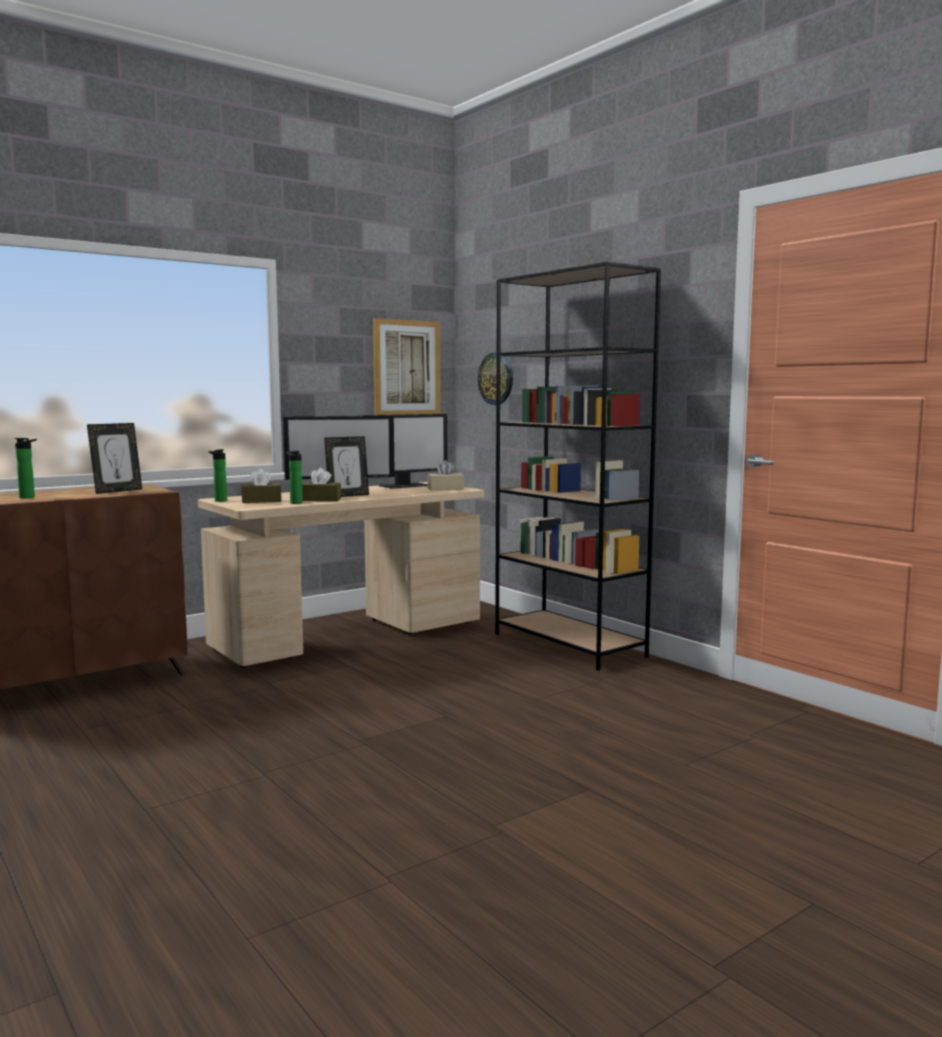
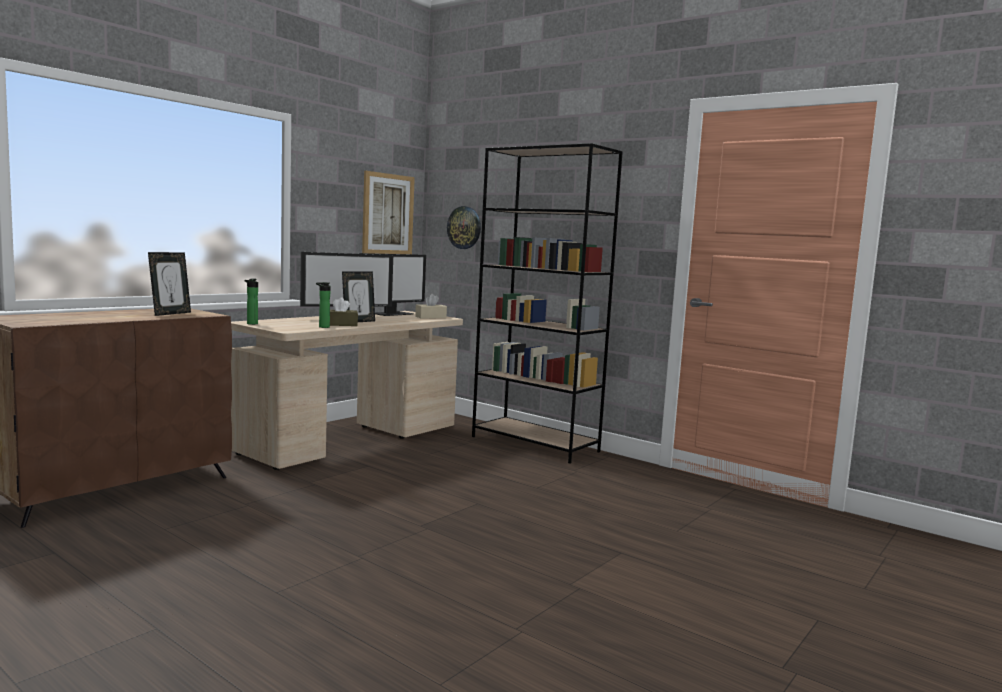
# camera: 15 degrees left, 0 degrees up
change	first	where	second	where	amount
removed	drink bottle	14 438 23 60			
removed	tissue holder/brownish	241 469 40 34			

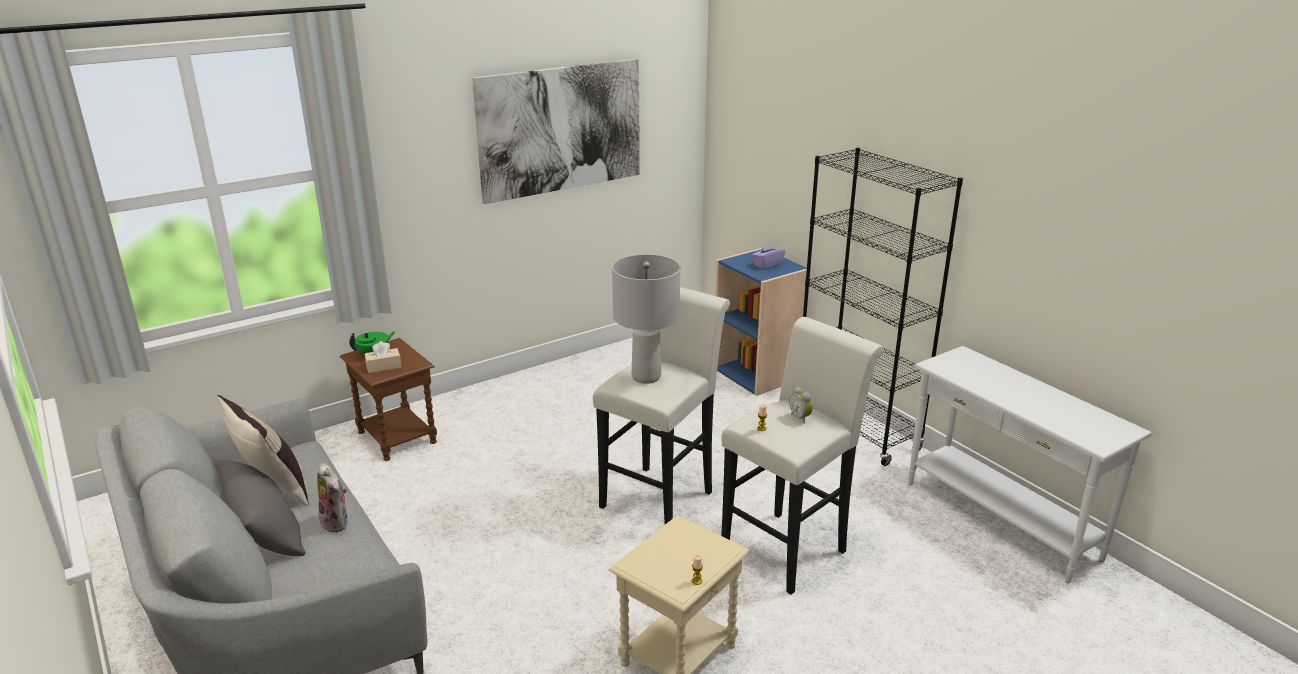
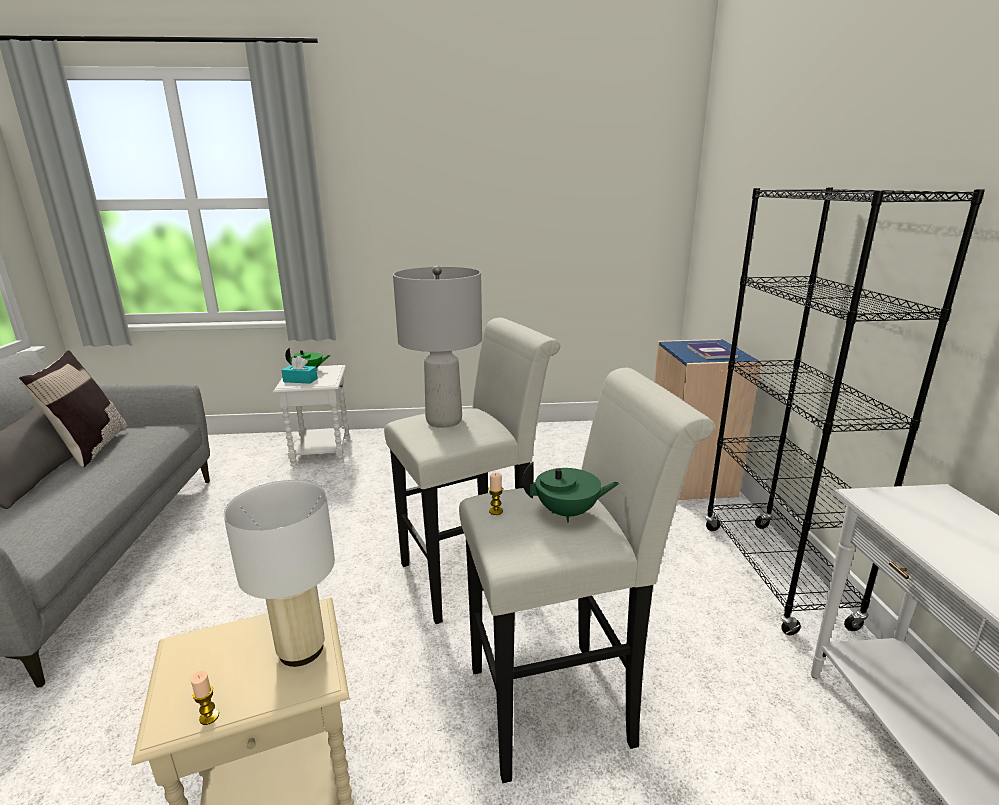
# camera: 30 degrees right, 5 degrees down
change	first	where	second	where	amount
removed	plush toy	317 463 31 70			
removed	wall art	472 59 168 145			
added			lamp for a table/whitish	224 480 111 187	
replaced	tissue holder/purplish	751 241 34 29	volume	687 343 51 16	
replaced	alarm clock	789 386 24 38	pot for tea/greenish	522 461 98 61	
recoloured	end table/brownish	340 338 97 123	end table/whitish	273 365 77 102	
recoloured	tissue holder/beige-coloured	365 341 36 32	tissue holder/turquoise-coloured	281 356 37 28	

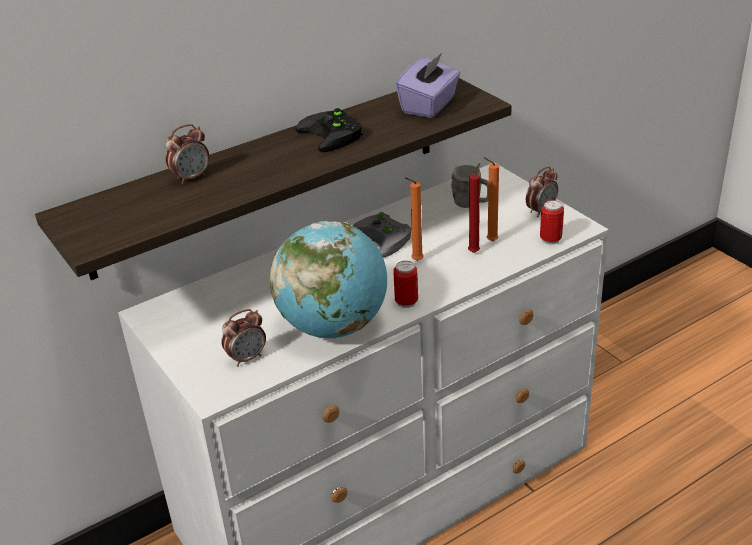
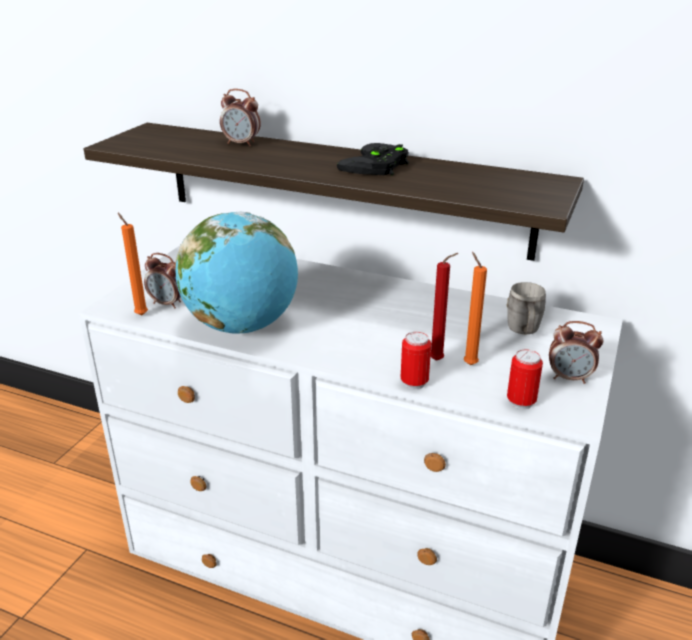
# camera: 55 degrees right, 5 degrees down
change	first	where	second	where	amount
removed	gamepad/greyish	353 212 59 45			
removed	tissue holder/purplish	396 53 64 65			
moved	can	393 261 25 47		401 332 30 57	
moved	wax light/orange	405 177 19 84		118 213 30 102	

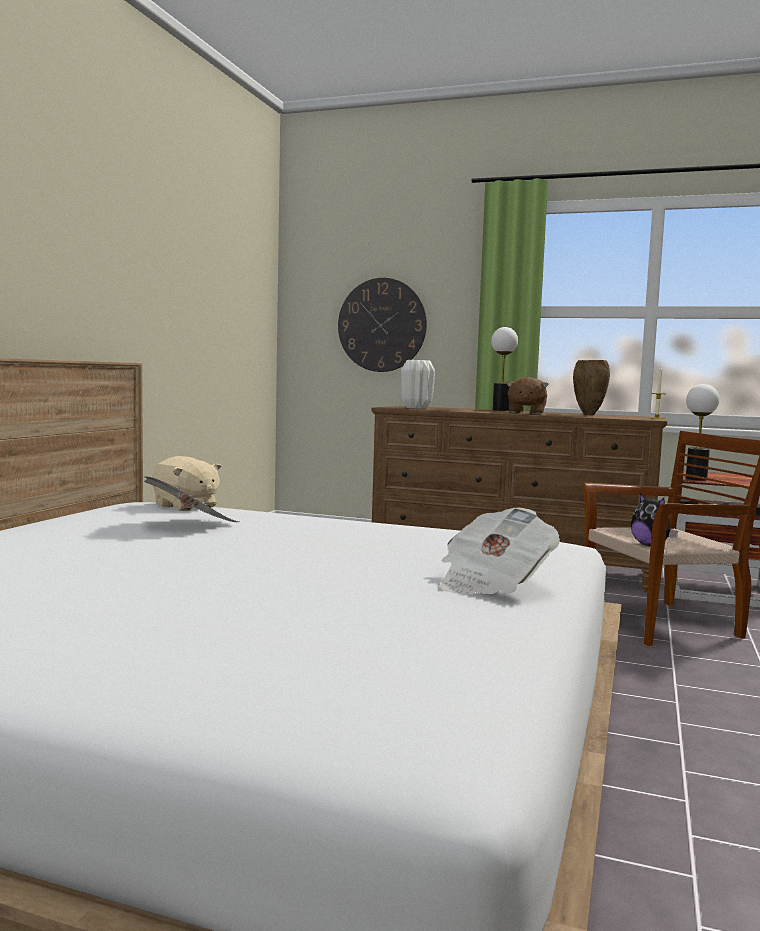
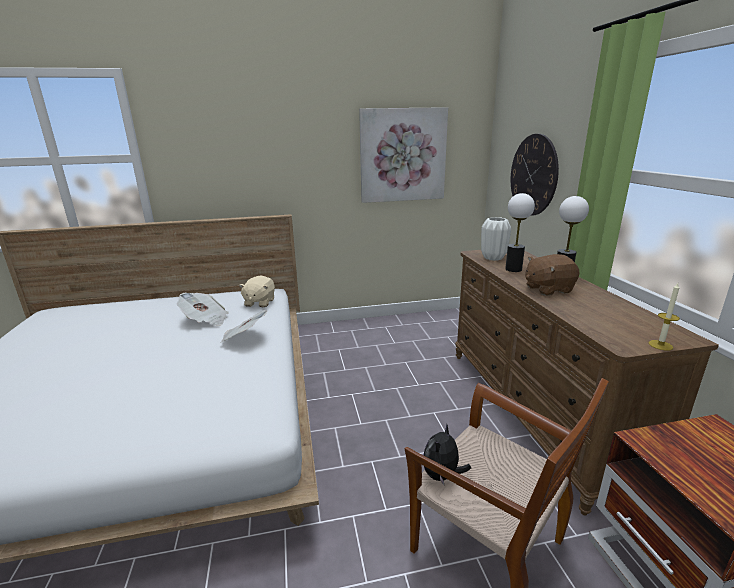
# camera: 60 degrees right, 15 degrees up
change	first	where	second	where	amount
removed	vase/brownish	573 360 37 55			
added			wall art	359 107 89 96	
moved	daily paper	440 507 120 87		220 309 47 34	
moved	lamp for a table	686 384 33 97		505 193 30 79	

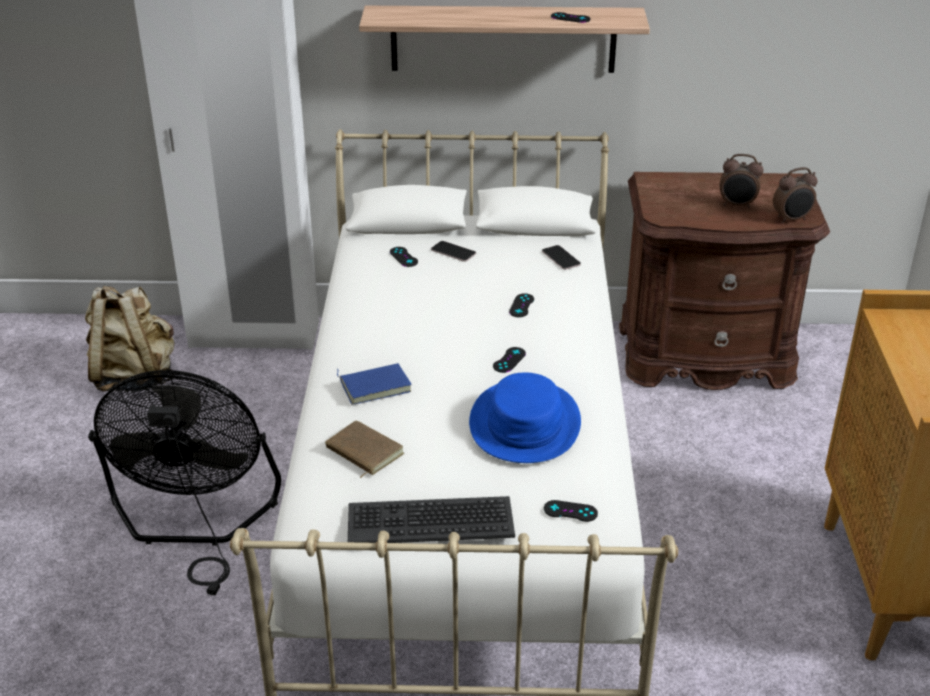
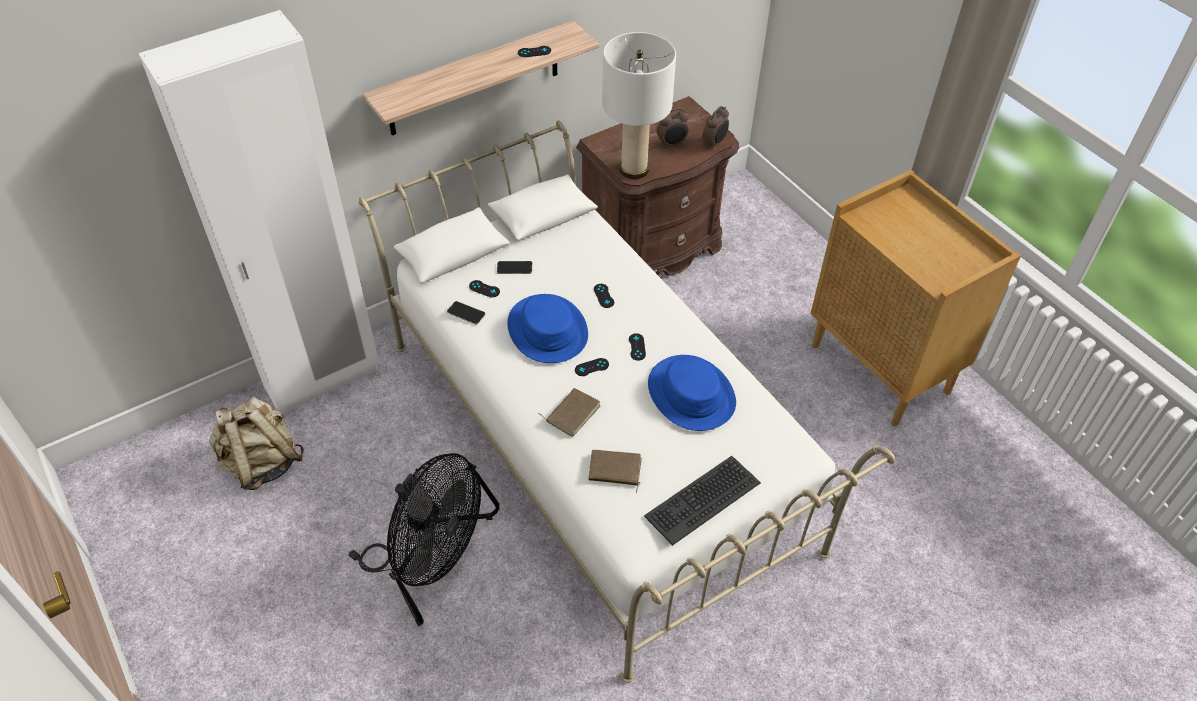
# camera: 35 degrees left, 15 degrees up
change	first	where	second	where	amount
added			hat/blue-coloured	507 294 81 69	
added			lamp for a table/whitish	602 32 74 147	
moved	handset	542 245 39 25		447 301 38 24	
moved	gamepad/blackish	544 500 54 22		575 358 34 18	
recoloured	volume/blue-coloured	337 363 75 42	volume/brownish	538 388 62 49	
turned	electric fan/blackish	88 370 193 225		348 453 152 173	150 degrees clockwise

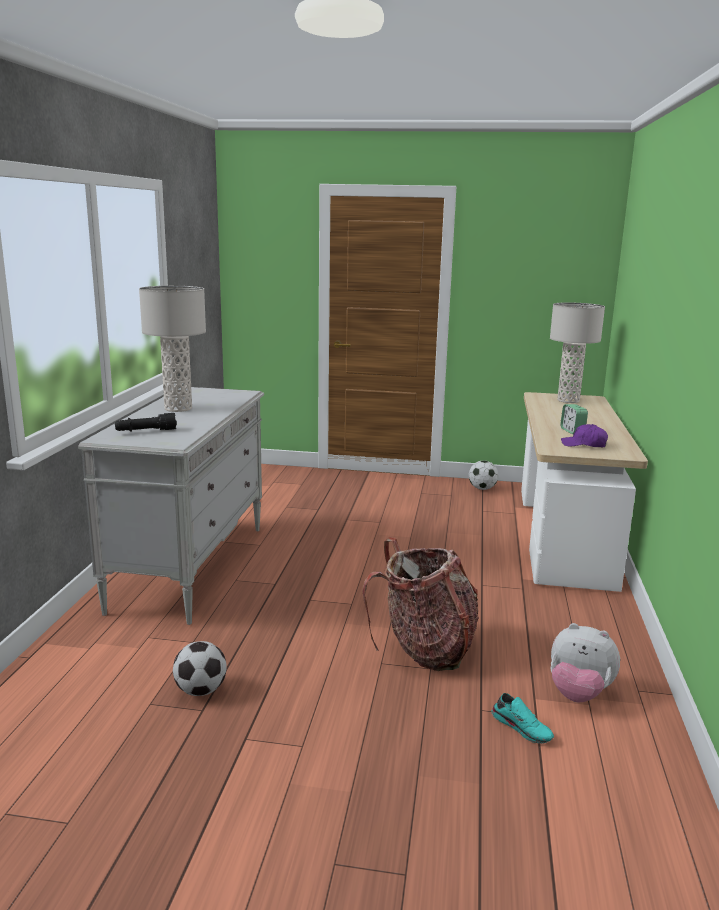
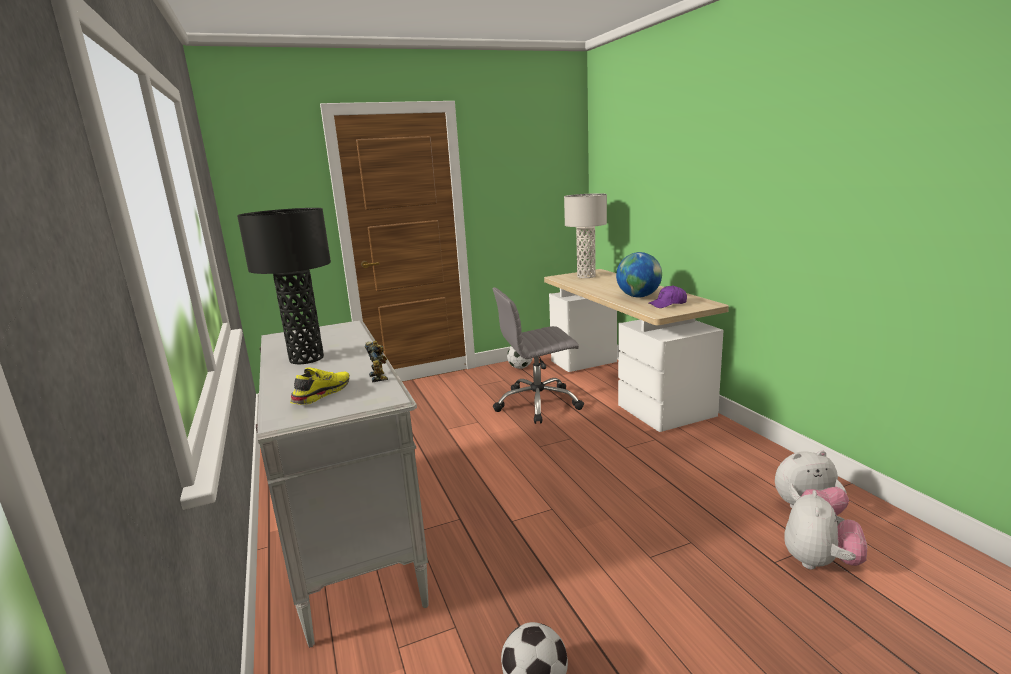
# camera: 30 degrees left, 0 degrees up
change	first	where	second	where	amount
removed	knapsack	362 537 117 134			
added			toy robot	365 341 23 41	
added			office chair/greyish	493 287 91 137	
replaced	hand torch/blackish	115 413 62 19	shoe/yellowish	290 367 60 38	
replaced	shoe/turquoise-coloured	491 693 63 51	plush toy	784 490 83 80	
replaced	alarm clock	560 404 28 30	world globe	616 252 46 45	
recoloured	lamp for a table/whitish	139 286 67 126	lamp for a table/blackish	237 208 94 156	

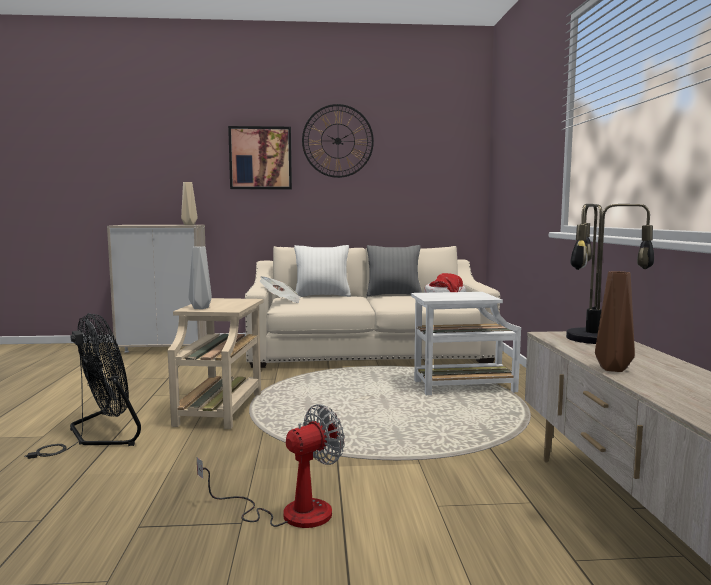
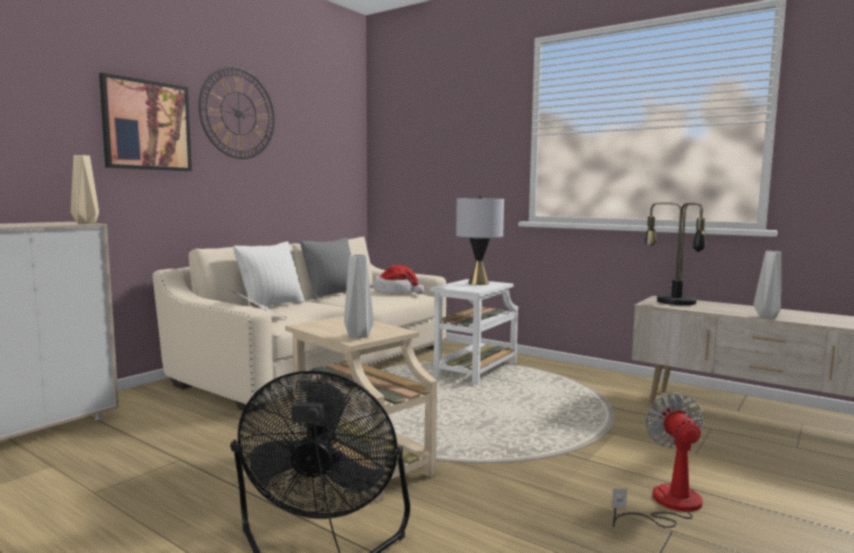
# camera: 50 degrees left, 0 degrees up
change	first	where	second	where	amount
added			lamp for a table/greyish	456 195 48 90	
recoloured	vase/brownish	595 271 40 101	vase/greyish	753 251 28 67	

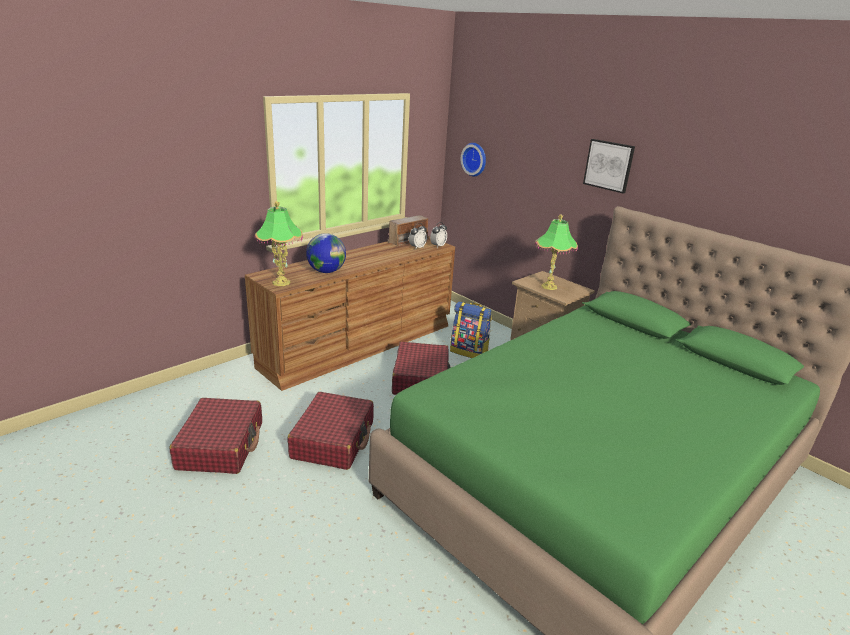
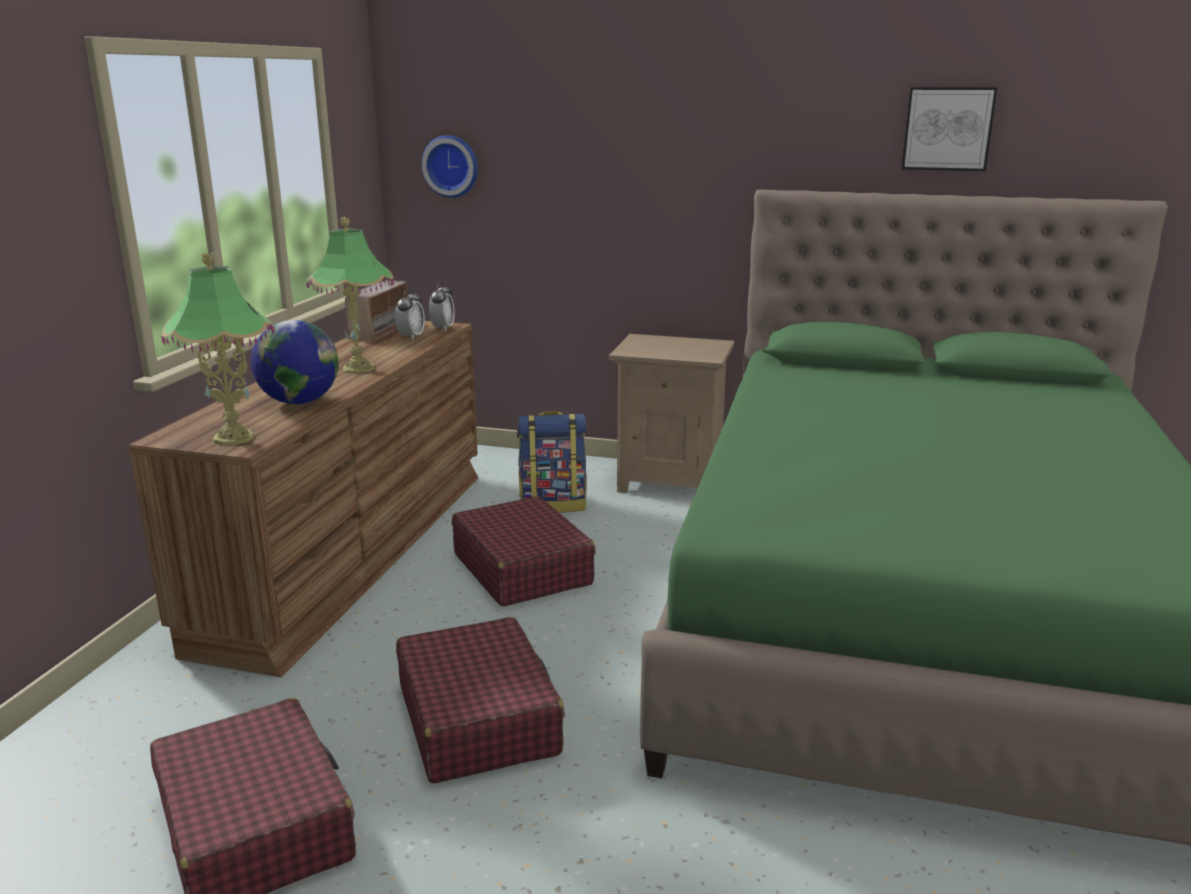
# camera: 30 degrees left, 5 degrees down
change	first	where	second	where	amount
moved	lamp for a table	535 215 43 75		307 217 87 156	
moved	wall art	583 139 52 55		901 87 97 84	

